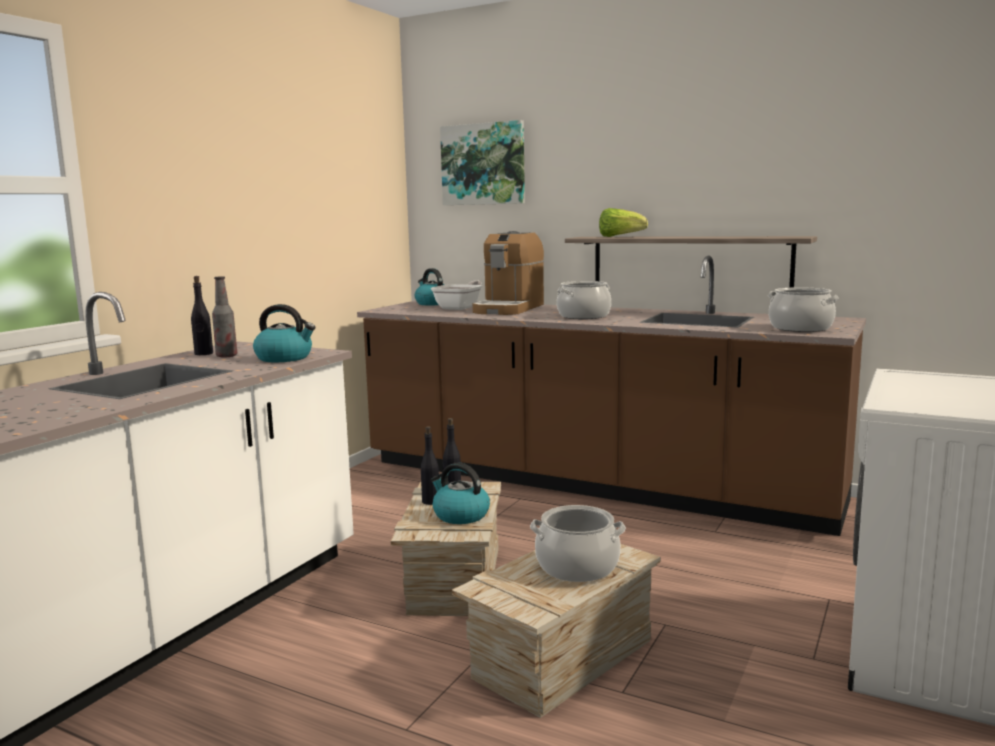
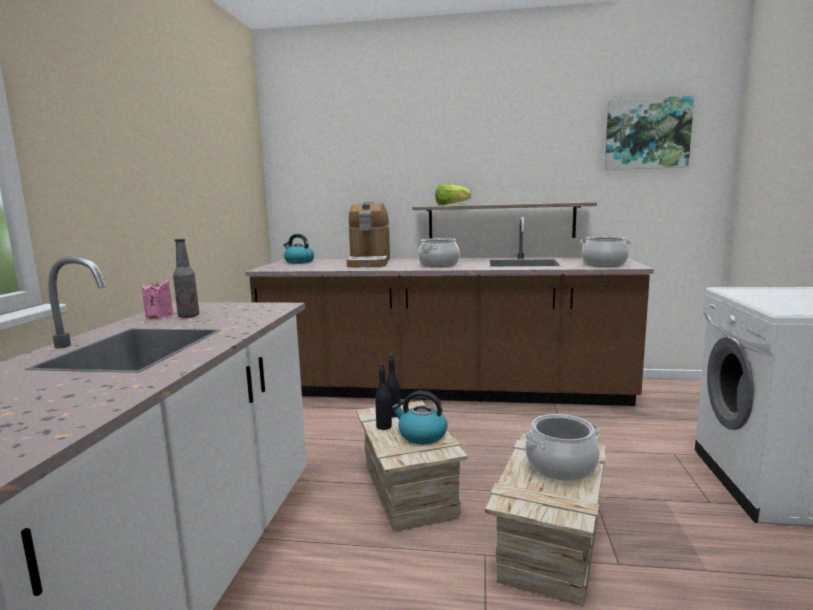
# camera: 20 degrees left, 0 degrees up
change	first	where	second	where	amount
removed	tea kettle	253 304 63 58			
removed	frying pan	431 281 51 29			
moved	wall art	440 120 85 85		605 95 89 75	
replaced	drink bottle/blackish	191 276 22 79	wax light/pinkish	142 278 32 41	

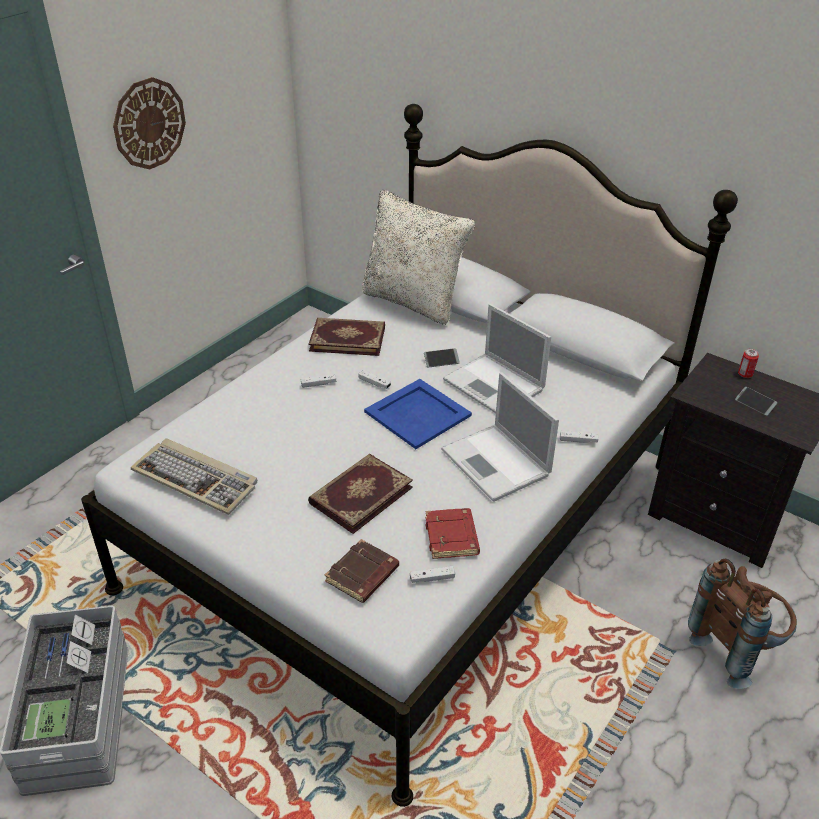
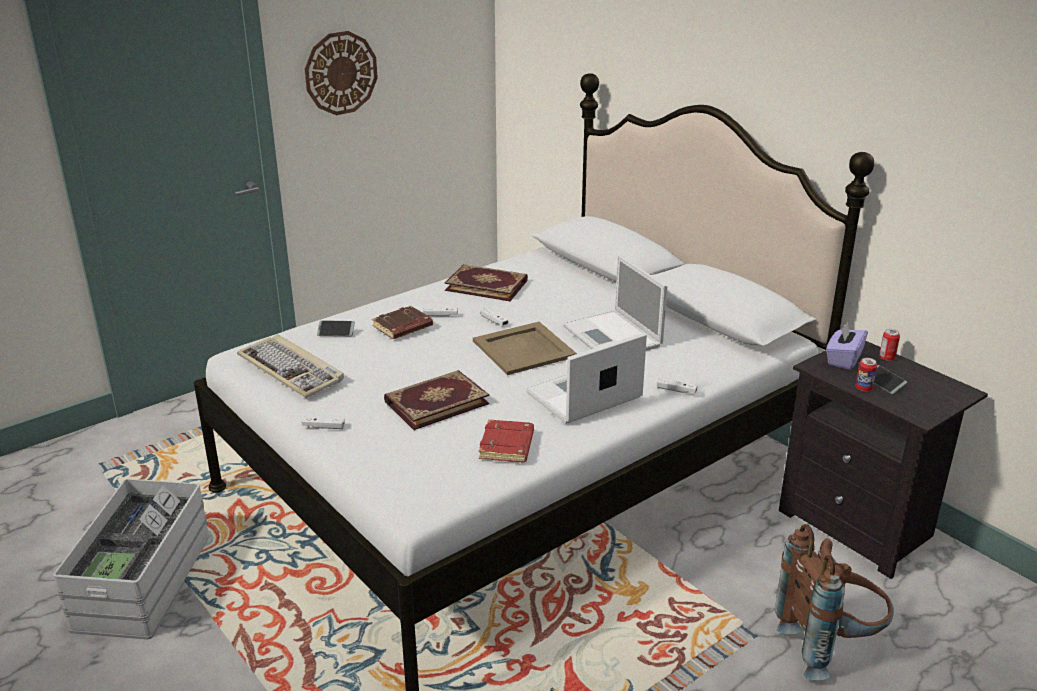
# camera: 15 degrees right, 10 degrees down
change	first	where	second	where	amount
removed	throw pillow/beige-coloured	362 190 113 134			
added			tissue holder/purplish	826 322 42 48	
added			can	856 358 21 34	
moved	volume/brownish	324 539 75 64		372 306 61 33	
moved	gamepad/whitish	410 566 45 17		302 417 43 12	
moved	handset	424 348 36 19		317 320 38 16	
recoloured	serving tray/blue-coloured	364 379 108 70	serving tray/beige-coloured	473 322 104 53	
turned	portable computer	441 372 118 130		526 332 121 92	75 degrees clockwise

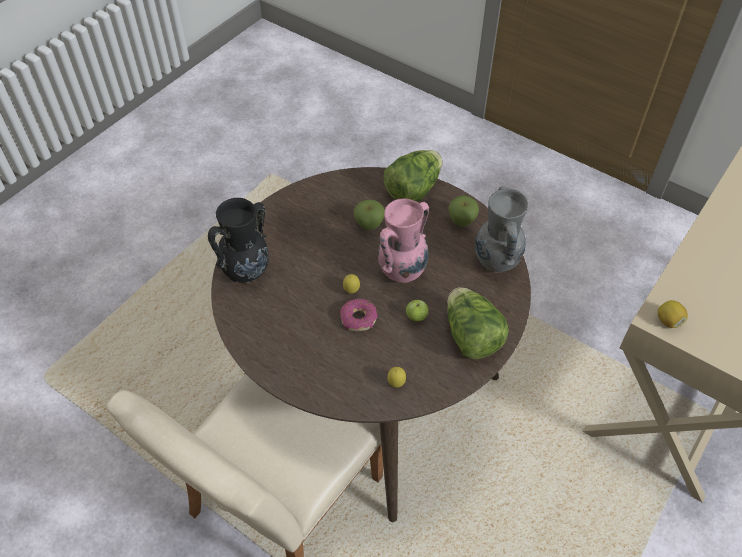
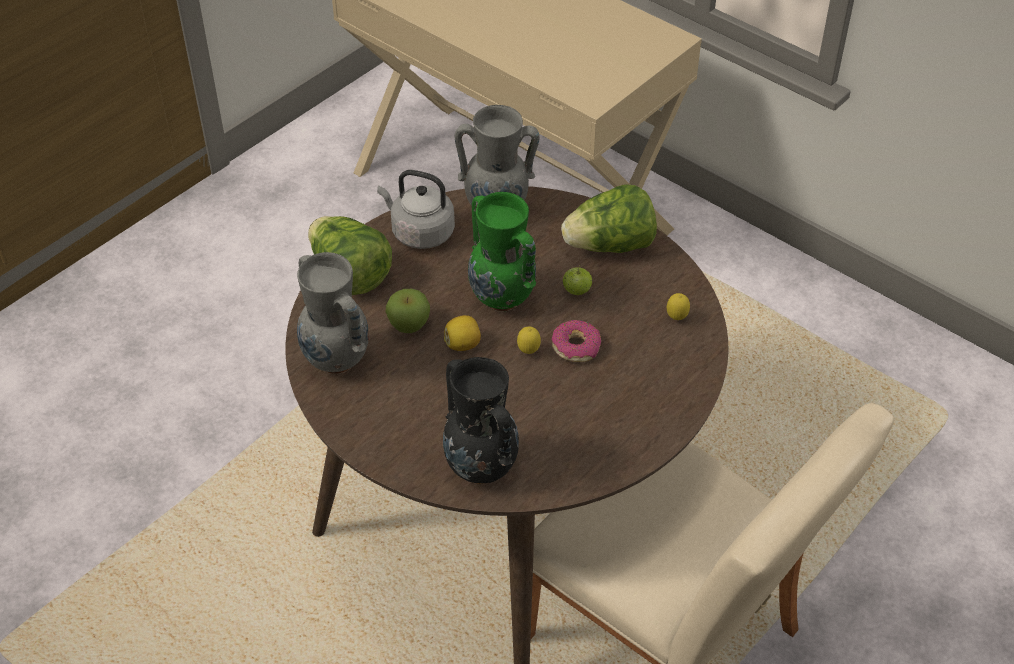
# camera: 85 degrees left, 5 degrees down
change	first	where	second	where	amount
added			vase/greyish	297 252 73 122	
moved	citrus fruit	658 300 30 28		444 315 37 36	
replaced	apple fruit	448 196 31 31	tea kettle/greyish	377 170 78 79	
recoloured	vase/pinkish	378 198 51 85	vase/greenish	468 192 69 119	

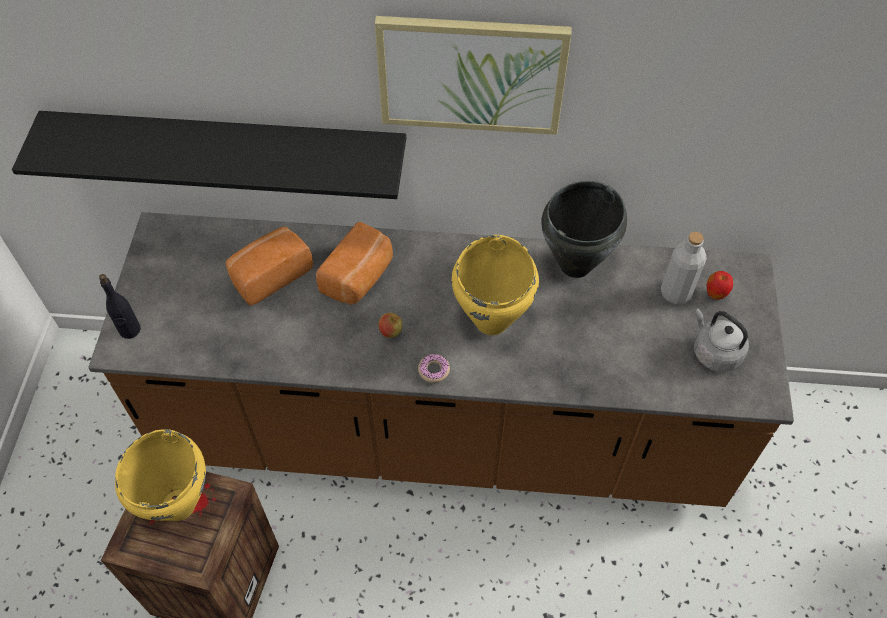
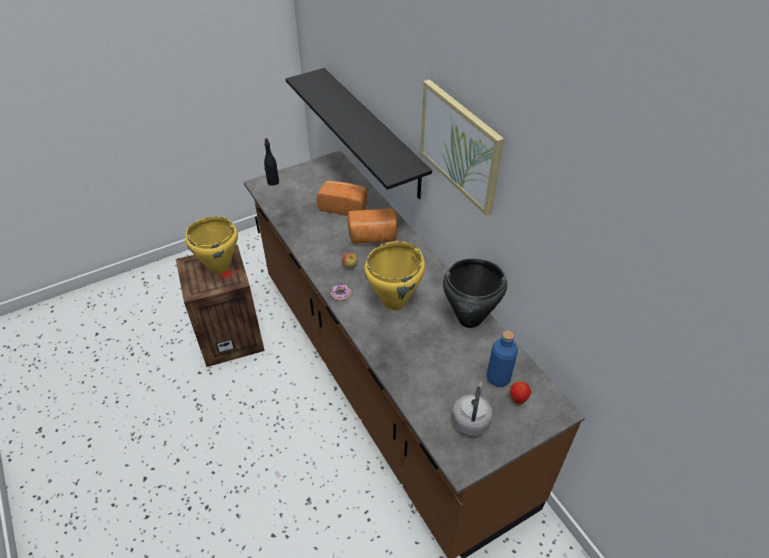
# camera: 55 degrees right, 10 degrees down
change	first	where	second	where	amount
recoloured	drink bottle/greyish	661 232 46 72	drink bottle/blue-coloured	486 330 32 57	

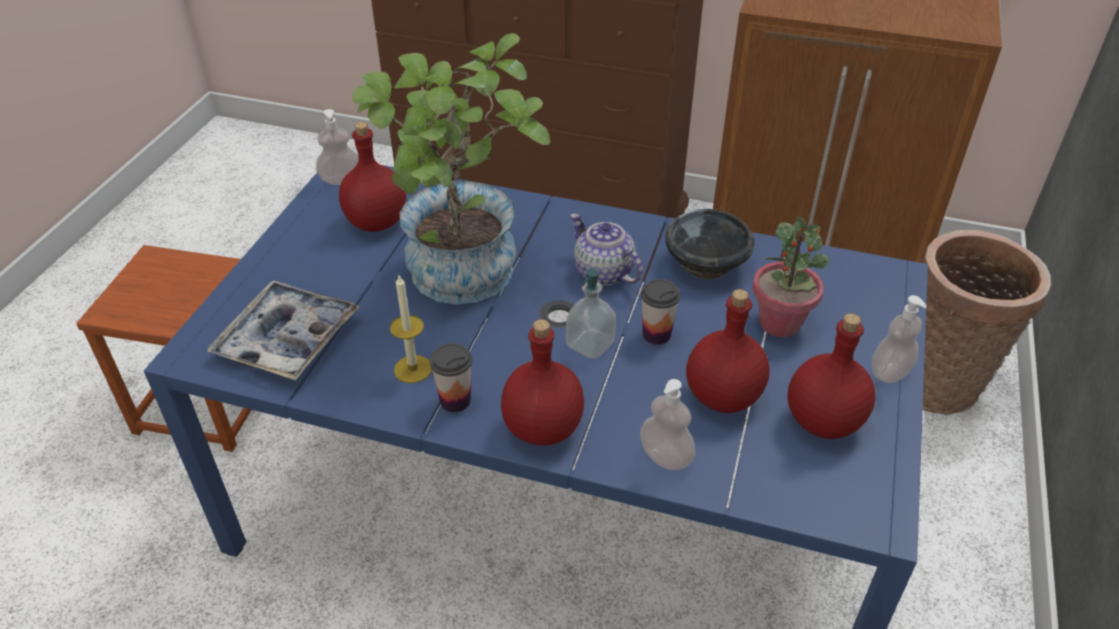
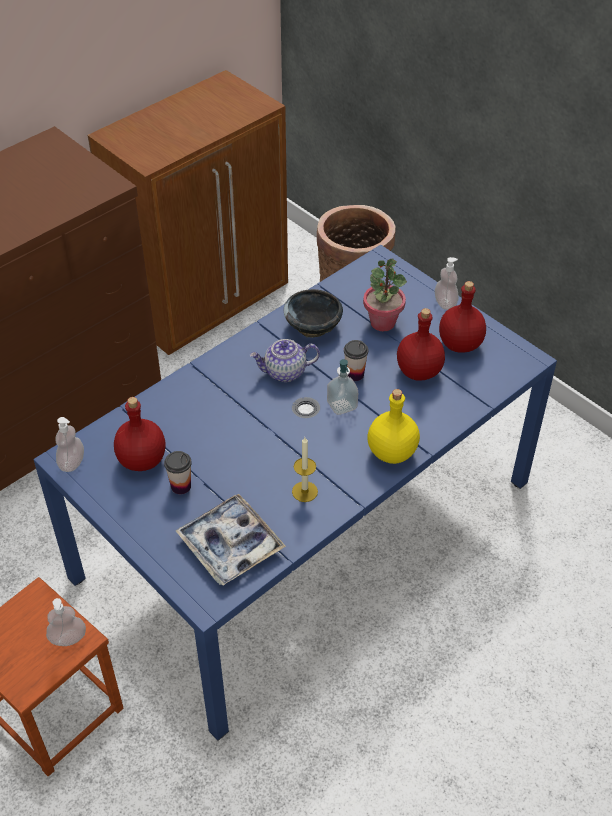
# camera: 60 degrees left, 5 degrees up
change	first	where	second	where	amount
removed	potted plant	352 33 198 271			
moved	small cup	430 343 42 69		164 451 28 43	
moved	soap bottle	640 379 56 91		46 598 40 48	
recoloured	drink bottle/red-coloured	501 319 83 127	drink bottle/yellowish	367 389 53 75	

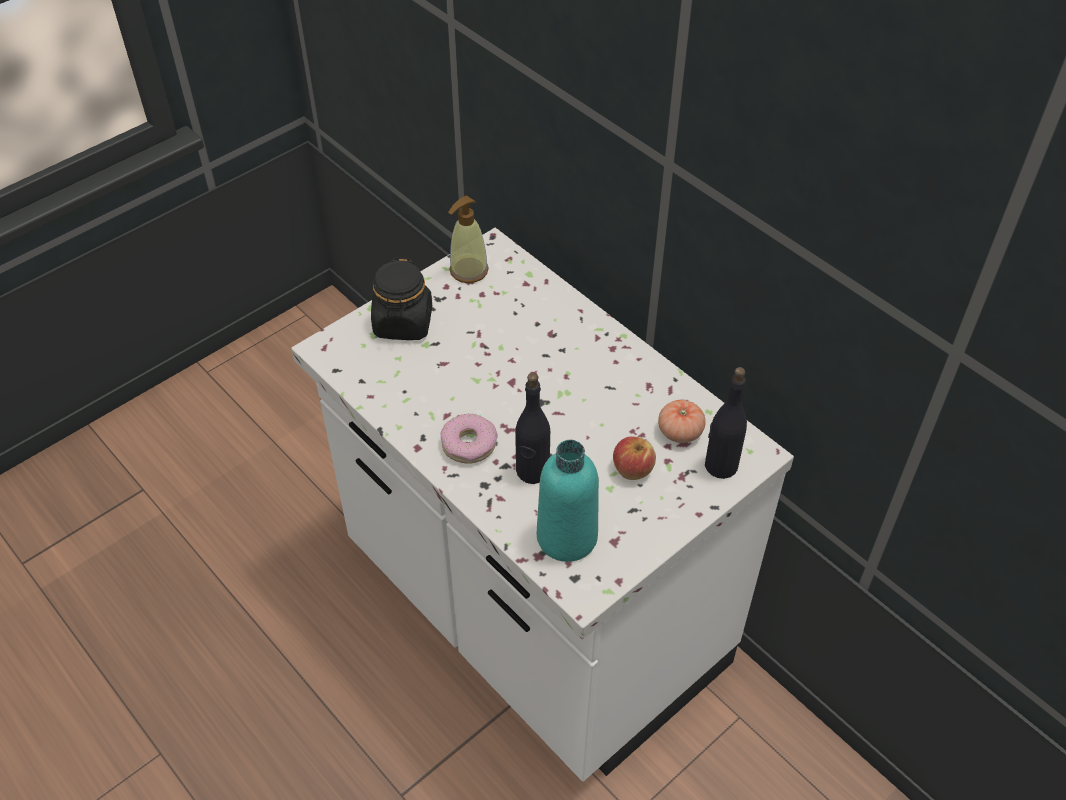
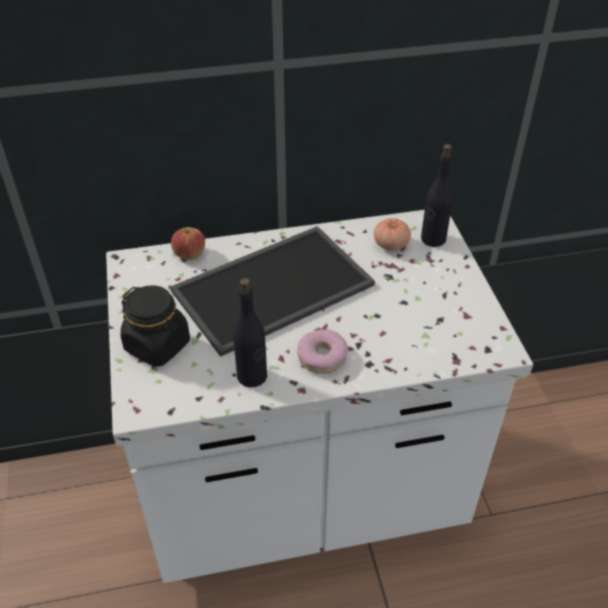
# camera: 60 degrees left, 5 degrees down
change	first	where	second	where	amount
removed	soap bottle	448 196 41 87			
removed	drink bottle/turquoise-coloured	537 440 62 122			
added			serving tray	170 226 205 131	
moved	drink bottle/blackish	515 373 35 111		233 278 34 109	
moved	apple fruit	613 437 43 43		171 227 34 33	

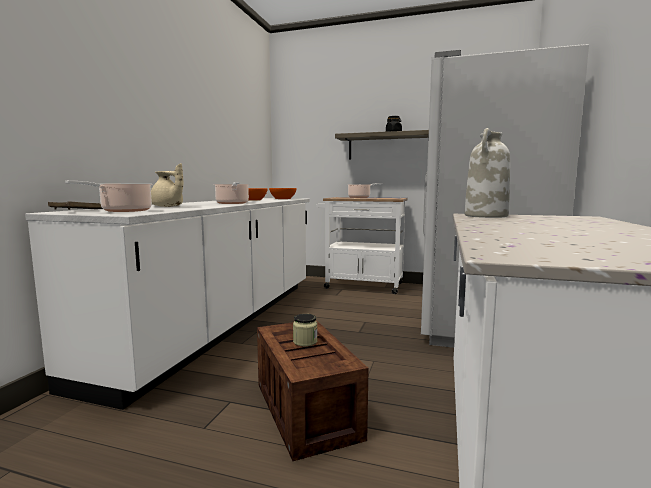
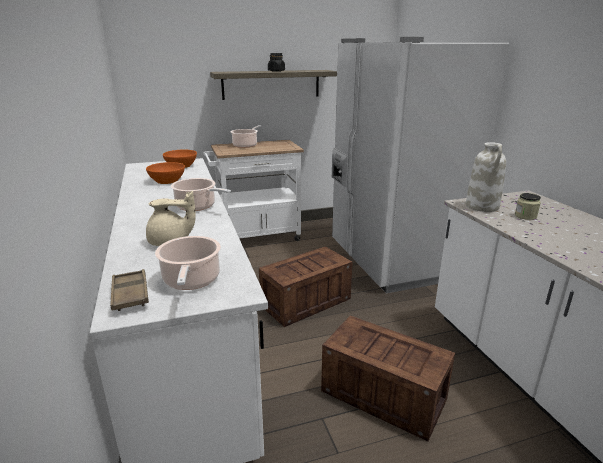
# camera: 35 degrees left, 15 degrees up
change	first	where	second	where	amount
added			shipping crate	259 247 94 80	
moved	storage jar	293 314 24 32		515 193 26 27	

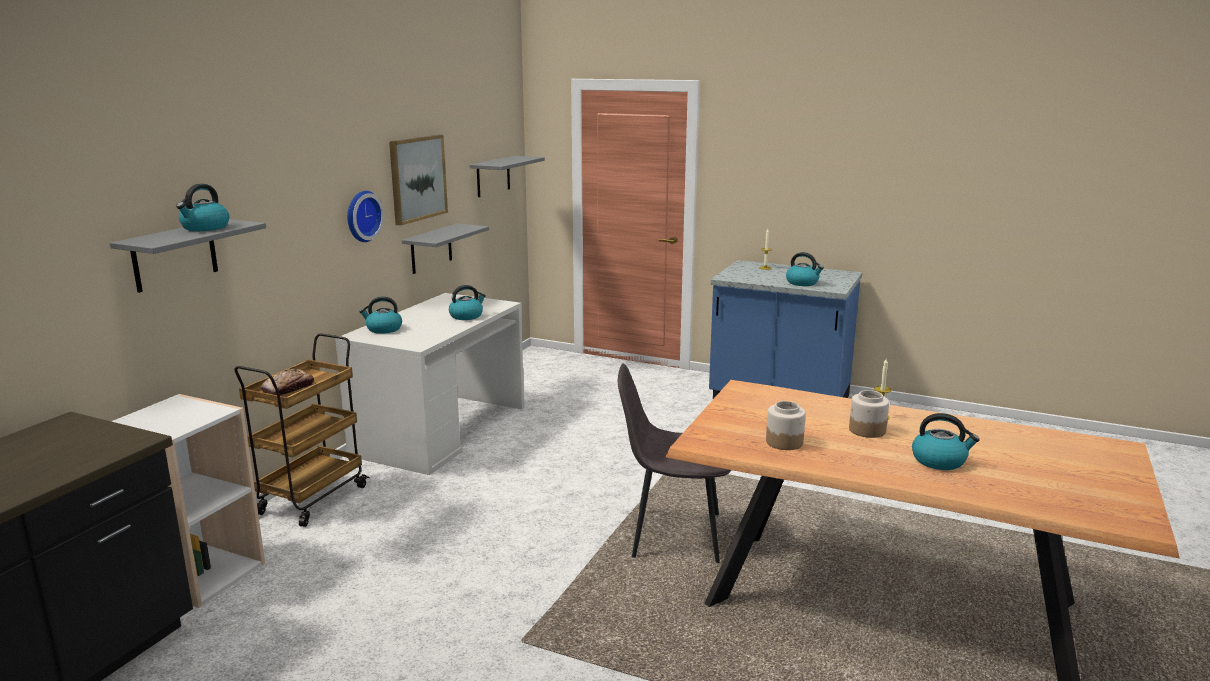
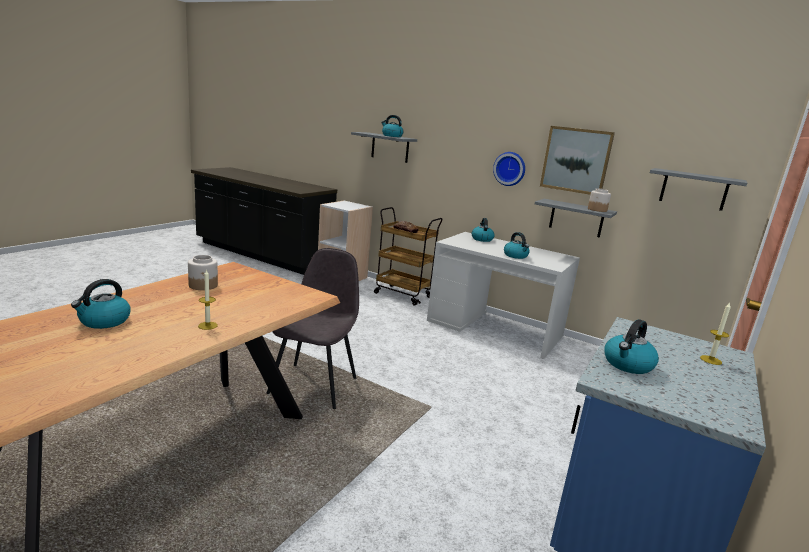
# camera: 95 degrees right, 0 degrees up
change	first	where	second	where	amount
moved	storage jar	849 390 40 48		588 189 23 23	

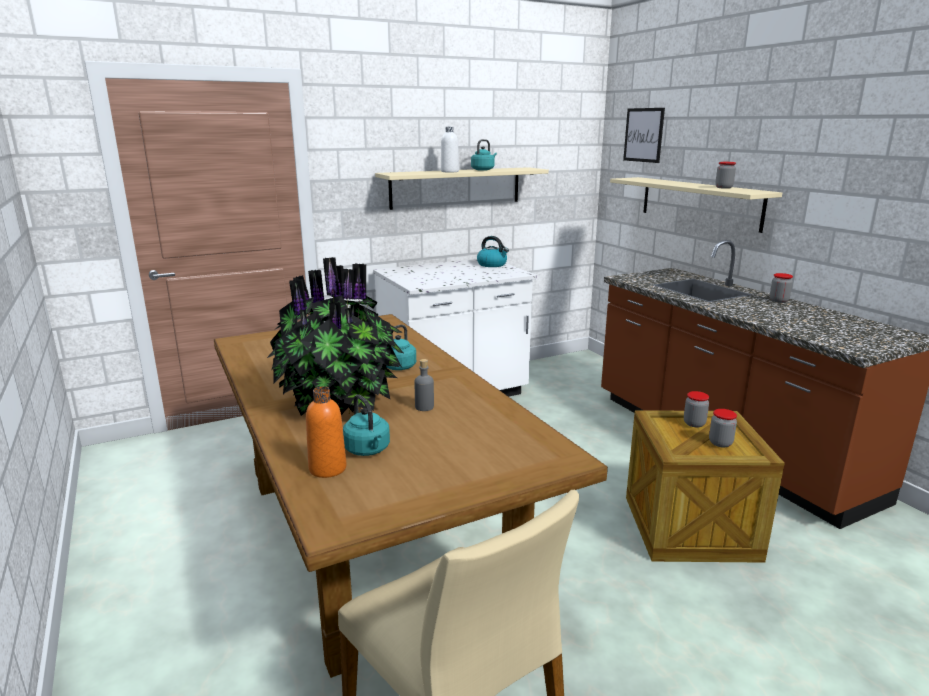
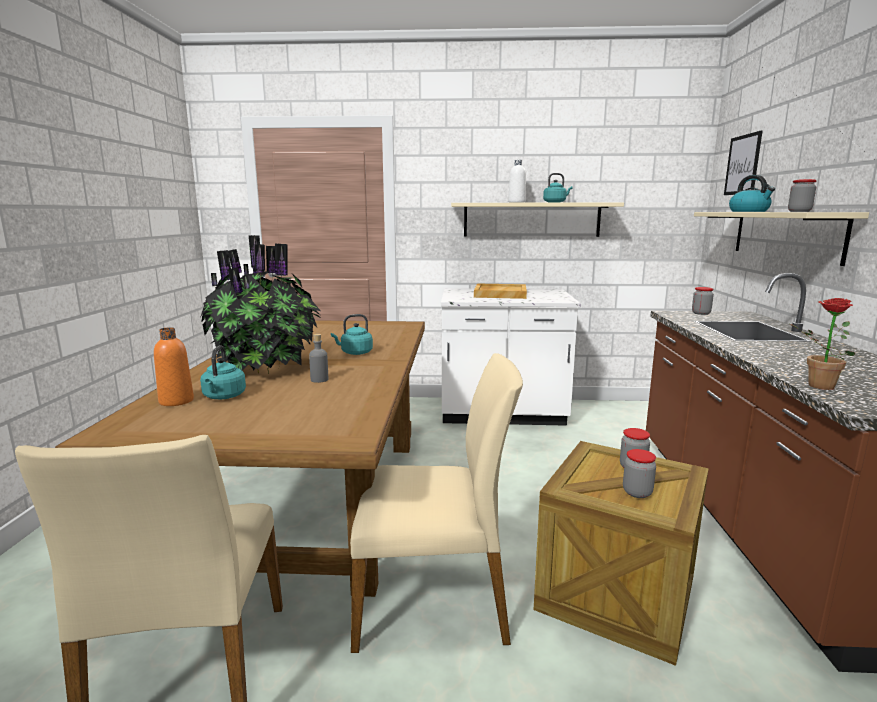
# camera: 30 degrees right, 5 degrees down
change	first	where	second	where	amount
added			chair/beige-coloured	350 353 173 300	
added			serving tray/beige-coloured	474 283 53 16	
added			potted plant	790 298 65 92	
moved	tea kettle	477 236 32 31		729 175 46 37	
moved	storage jar	770 273 23 30		692 287 22 28	

